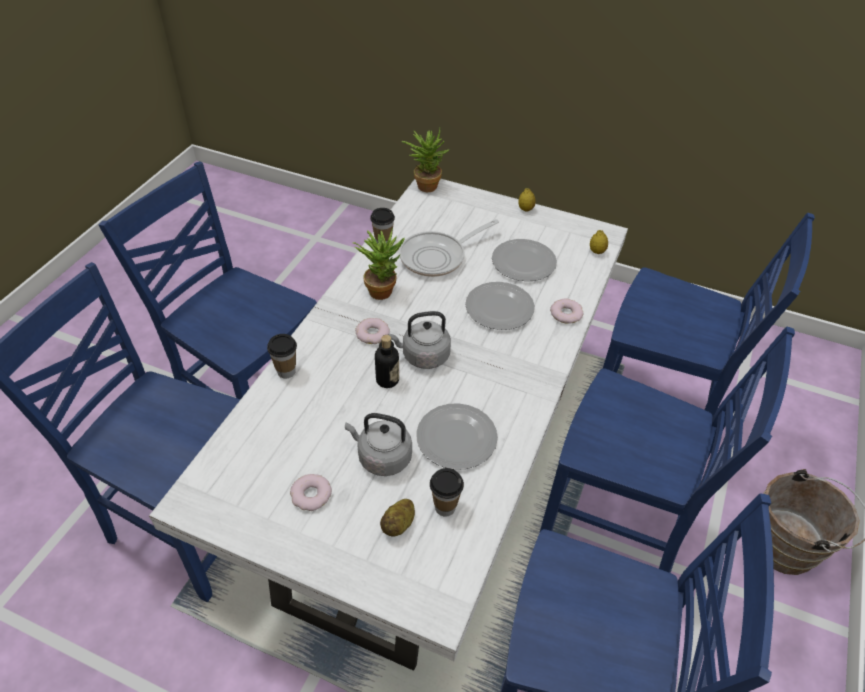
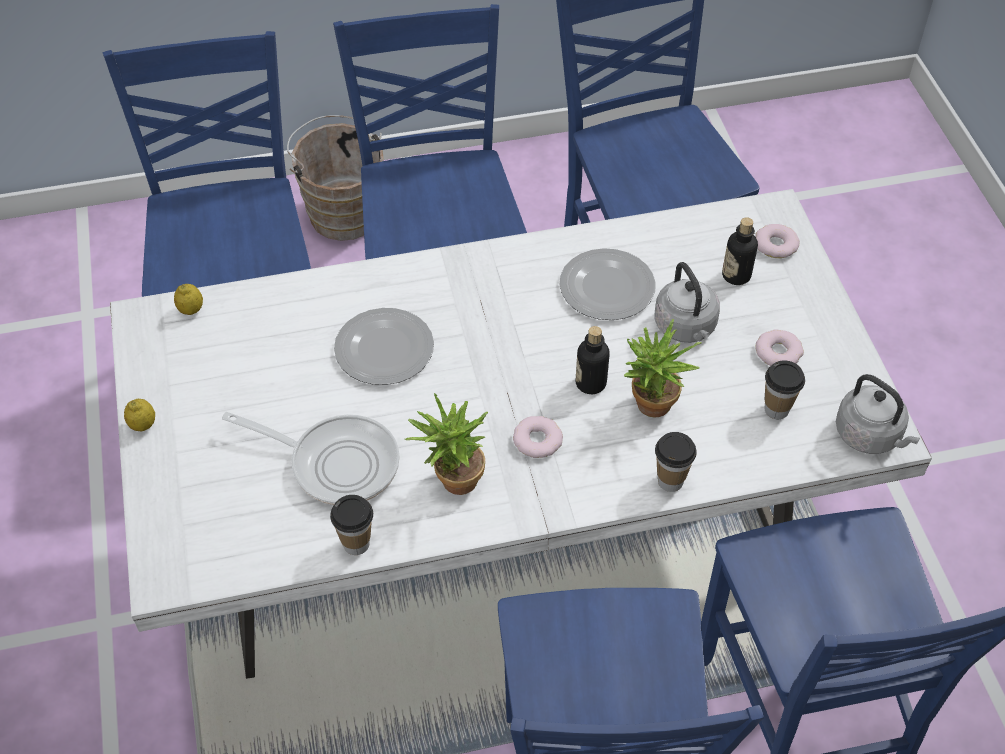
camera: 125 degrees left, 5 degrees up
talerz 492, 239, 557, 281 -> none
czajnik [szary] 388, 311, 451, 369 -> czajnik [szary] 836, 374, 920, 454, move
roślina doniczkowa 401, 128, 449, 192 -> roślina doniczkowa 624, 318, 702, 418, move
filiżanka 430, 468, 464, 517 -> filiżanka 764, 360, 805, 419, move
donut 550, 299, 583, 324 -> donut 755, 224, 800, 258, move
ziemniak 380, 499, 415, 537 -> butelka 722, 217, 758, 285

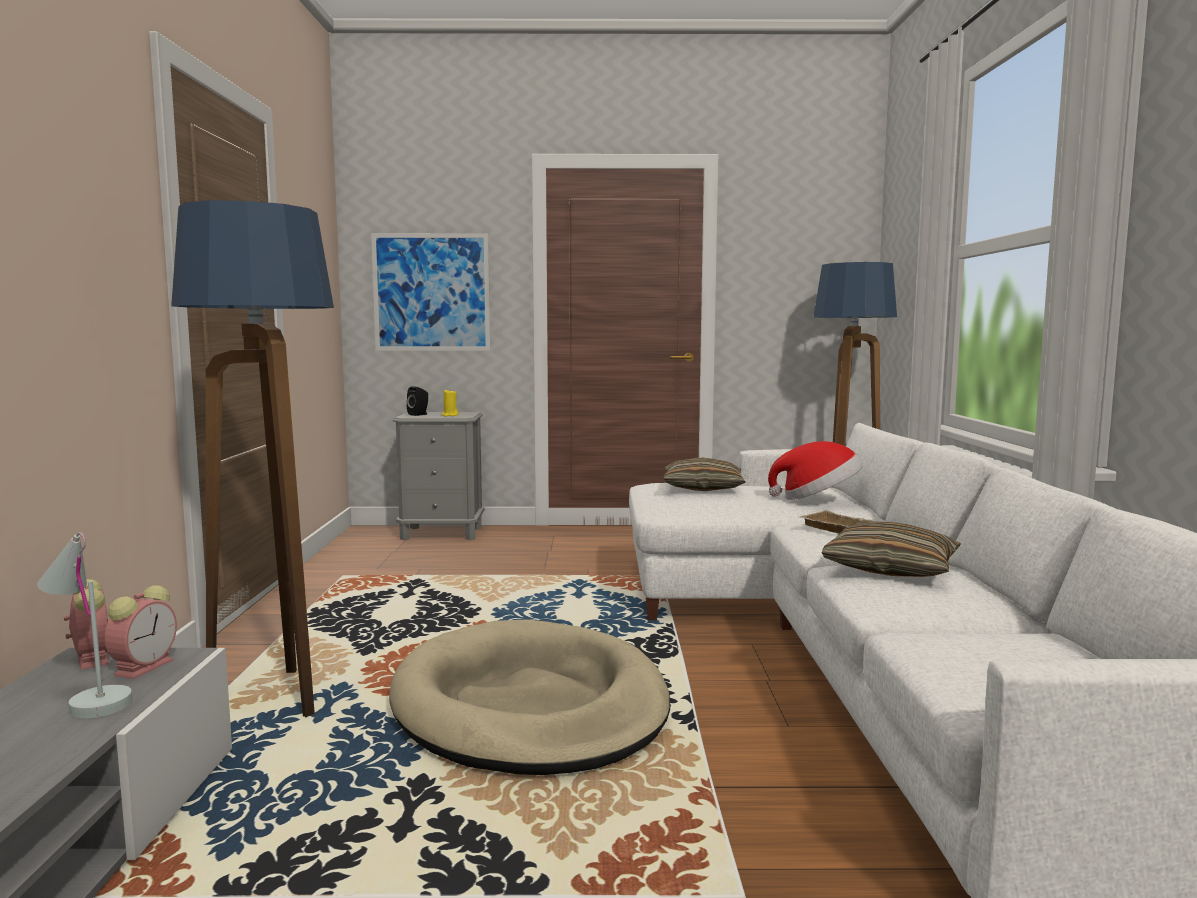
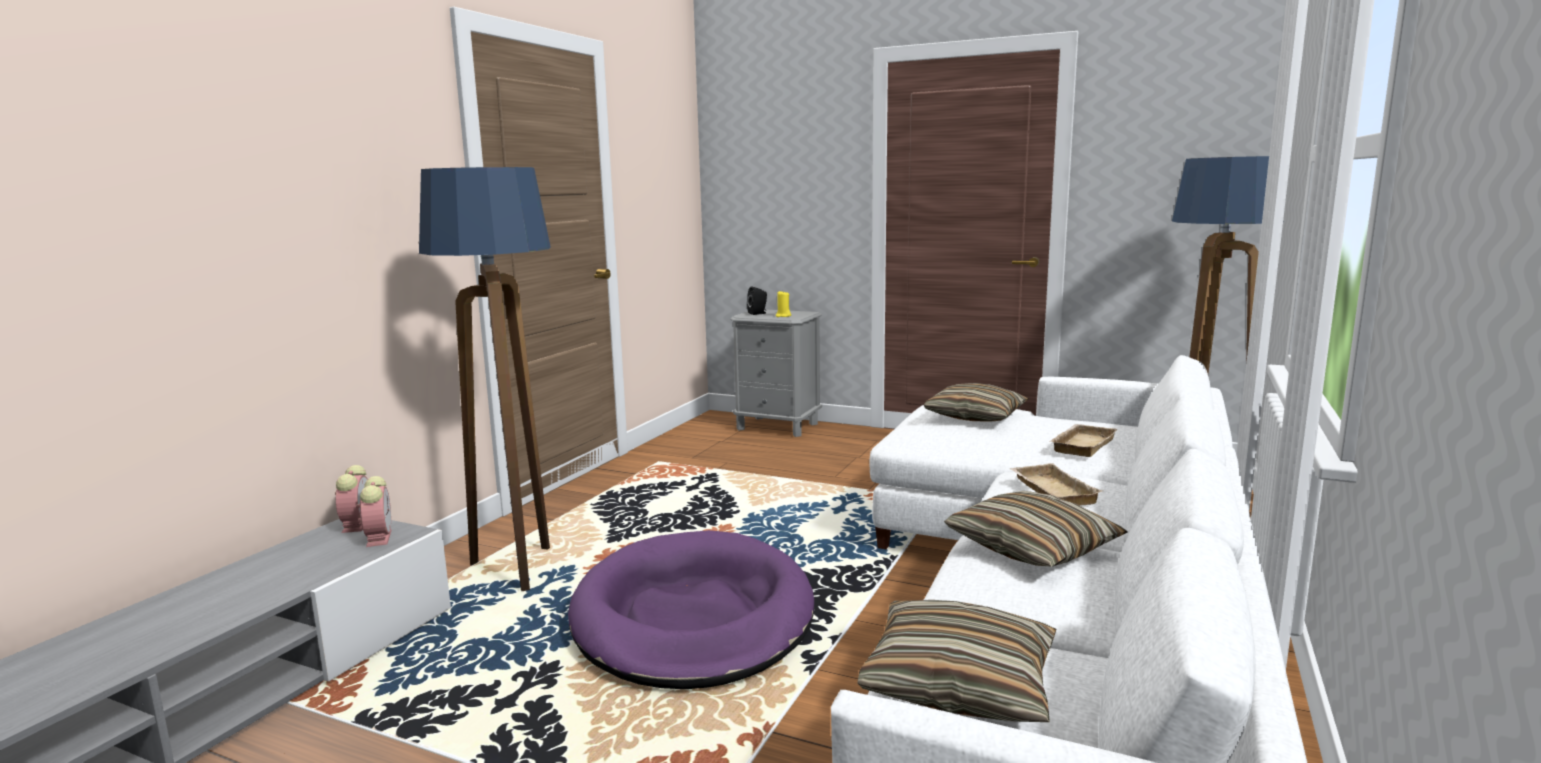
camera: 25 degrees right, 5 degrees up
lampa stołowa [biały] 37, 532, 132, 718 -> none
obraz 371, 233, 490, 351 -> none
none -> poduszka 857, 600, 1056, 722
kapelusz 768, 441, 863, 500 -> taca [beżowy] 1051, 424, 1117, 457
legowisko [beżowy] 389, 620, 670, 775 -> legowisko [fioletowy] 568, 530, 814, 689
budzik 105, 585, 177, 679 -> budzik 356, 476, 392, 547, 60 degrees counterclockwise

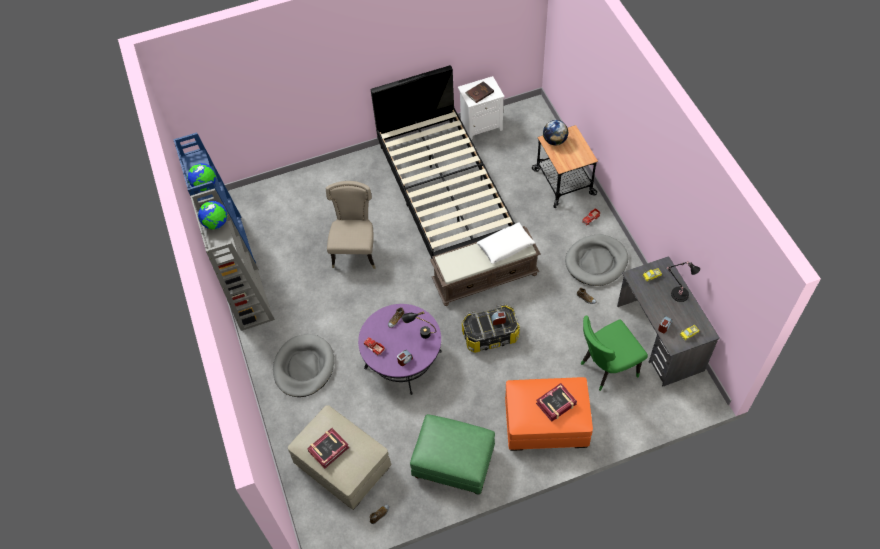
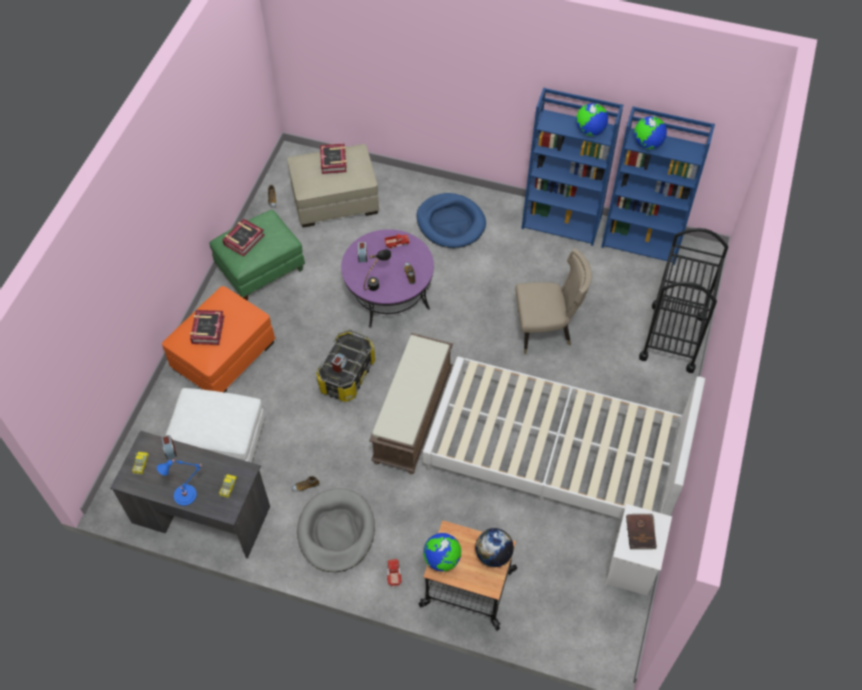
camera: 125 degrees right, 0 degrees up
poduszka [biały] 477, 223, 535, 264 -> none
none -> książka 223, 219, 265, 257
none -> globus 423, 533, 461, 571
none -> wózek [czarny] 639, 228, 728, 373
krzesło [zielony] 581, 316, 648, 391 -> pufa [biały] 165, 388, 266, 463
regał [szary] 190, 188, 275, 331 -> regał [niebieski] 521, 88, 623, 246
legowisko [szary] 273, 334, 334, 397 -> legowisko [niebieski] 416, 193, 486, 248
łóżko [czarny] 371, 65, 515, 259 -> łóżko [biały] 423, 357, 705, 519
lampa stołowa [czarny] 666, 261, 700, 302 -> lampa stołowa [niebieski] 157, 458, 202, 506
krzesło [beżowy] 326, 181, 376, 269 -> krzesło [beżowy] 515, 248, 592, 354, 45 degrees counterclockwise

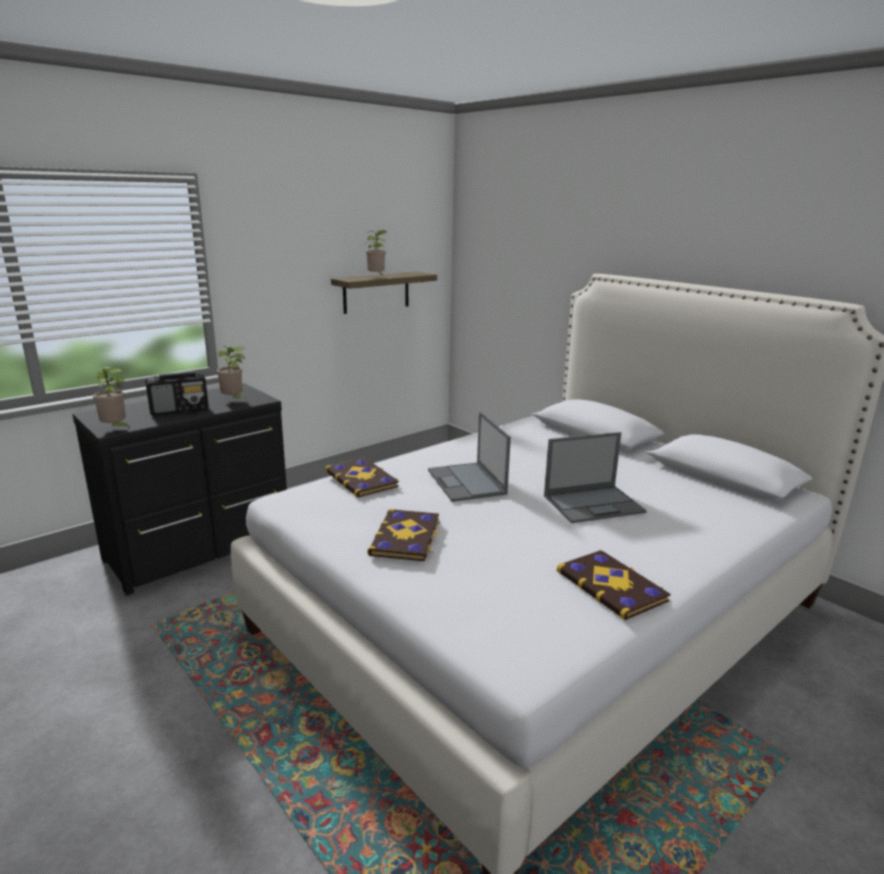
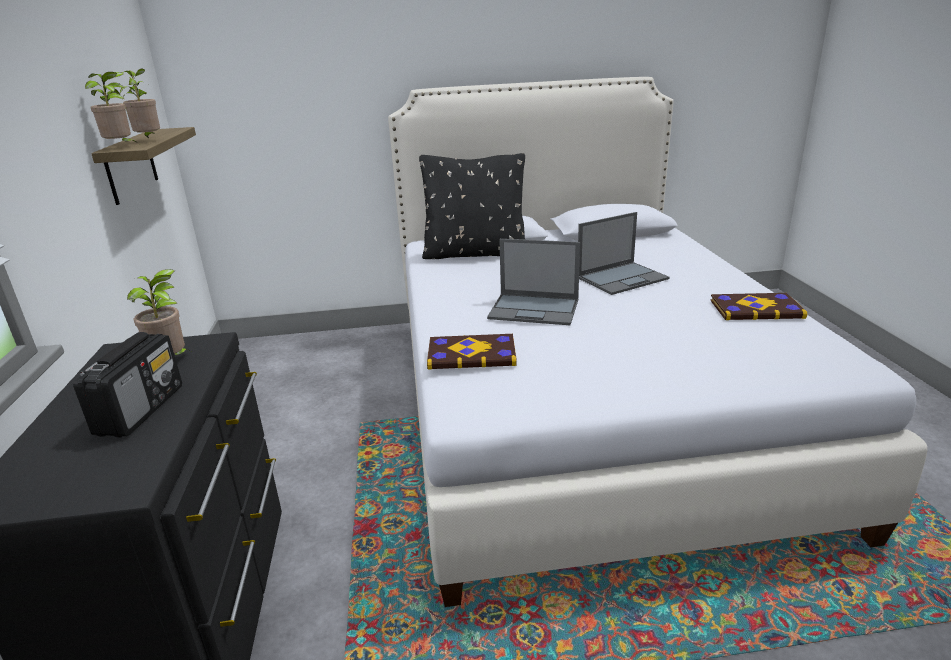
camera: 55 degrees left, 5 degrees up
książka 367, 509, 441, 561 -> none
none -> poduszka [czarny] 419, 153, 525, 259
roślina doniczkowa 93, 367, 130, 429 -> roślina doniczkowa 85, 72, 139, 144, move
laptop 544, 432, 647, 523 -> laptop 578, 212, 670, 295, 45 degrees clockwise

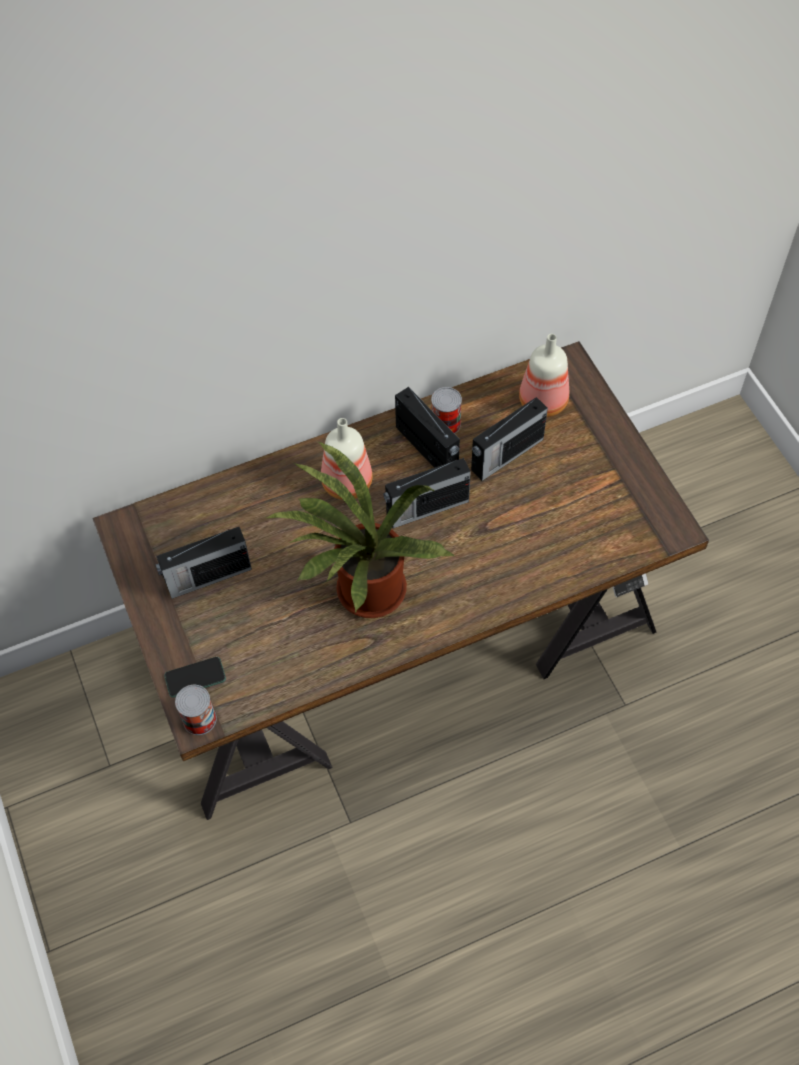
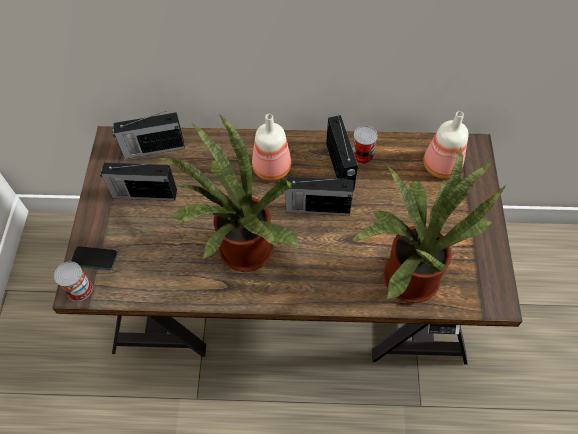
camera: 25 degrees right, 0 degrees up
none -> roślina doniczkowa 351, 146, 506, 303
radio 471, 397, 548, 481 -> radio 112, 111, 185, 159, move

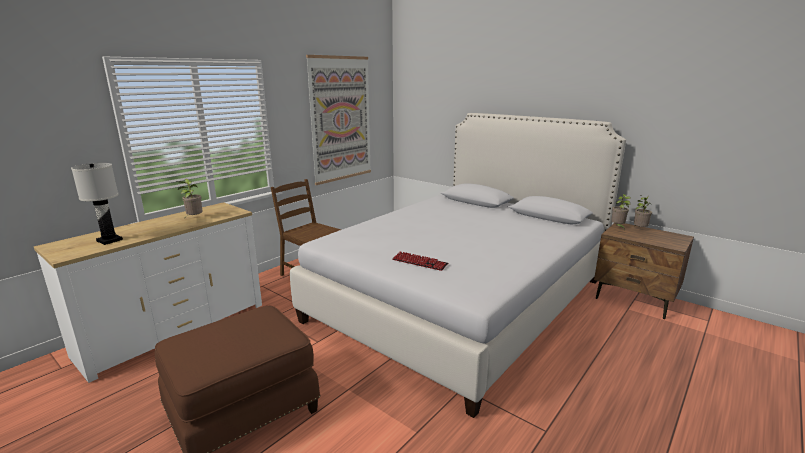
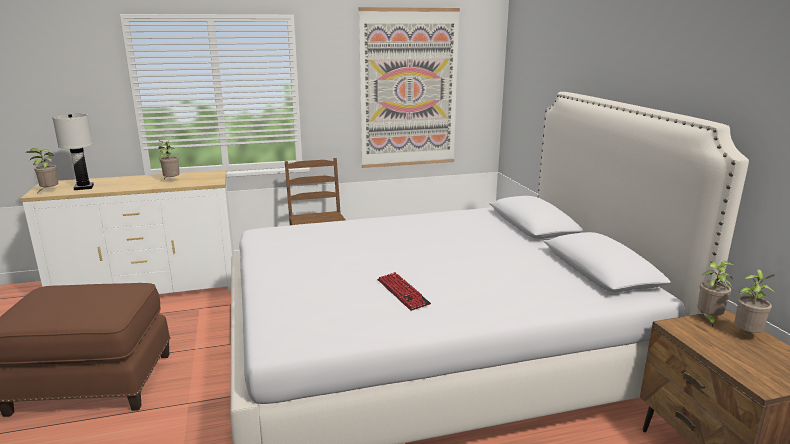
camera: 35 degrees right, 0 degrees up
none -> roślina doniczkowa 26, 148, 58, 192
klawiatura 392, 251, 448, 271 -> klawiatura 377, 272, 431, 311, move

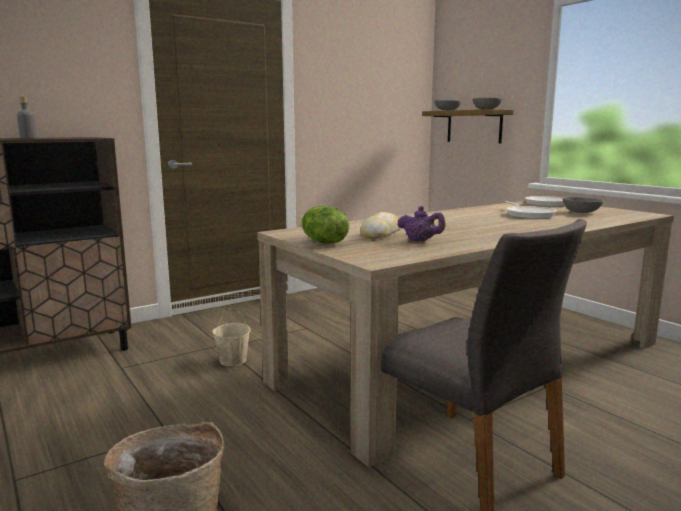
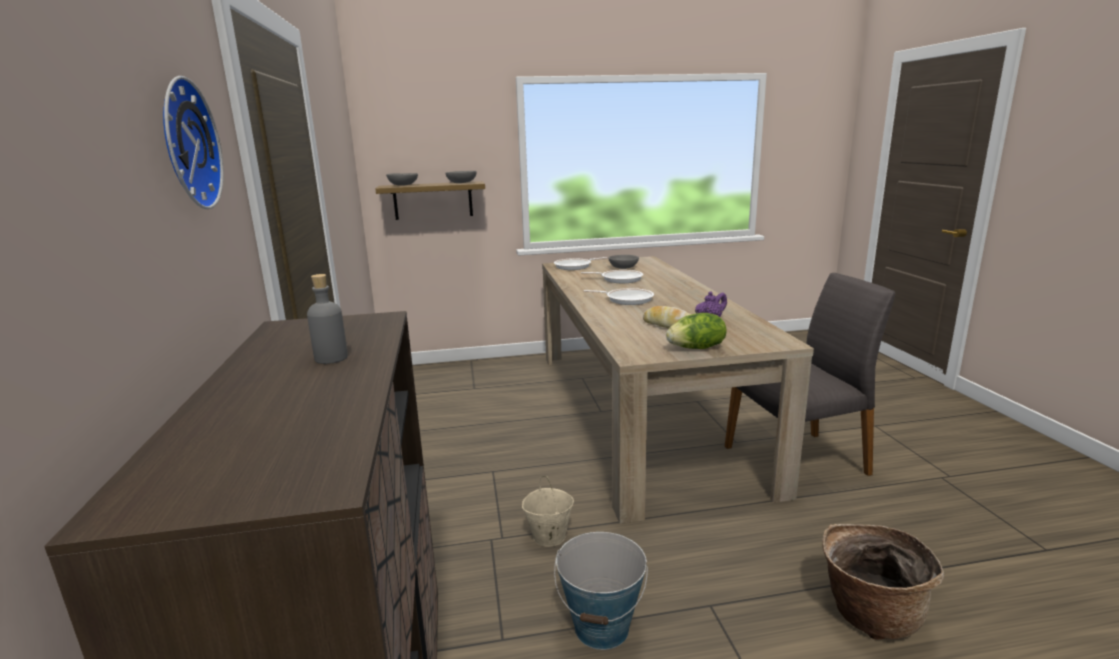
camera: 65 degrees left, 5 degrees up
none -> zegar ścienny 163, 76, 224, 209
none -> wiadro 554, 532, 648, 650
none -> patelnia 584, 288, 654, 305

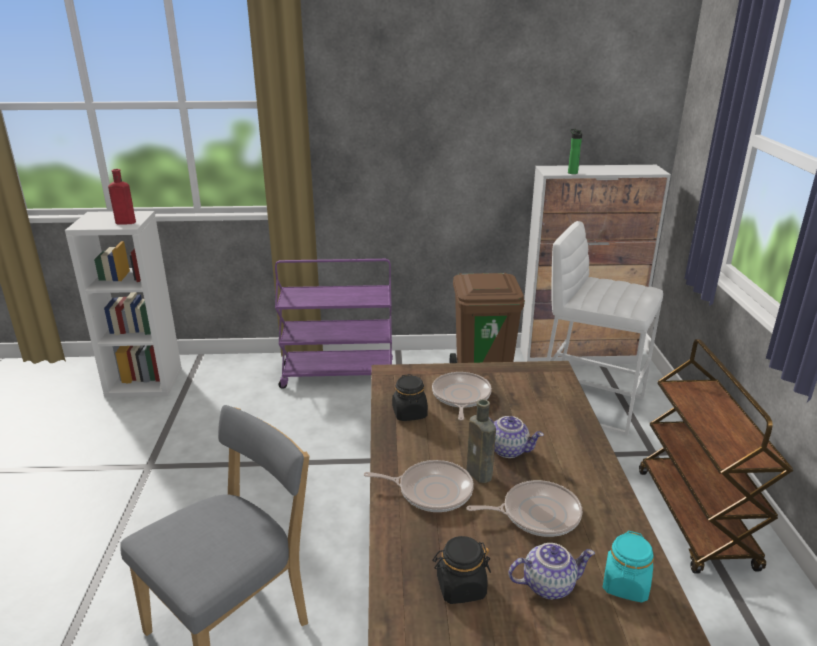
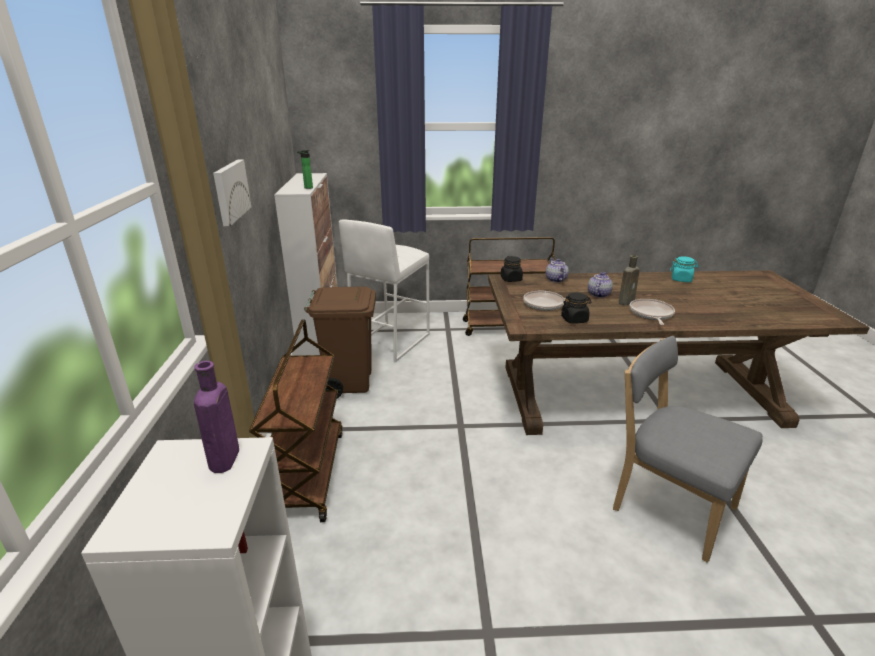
camera: 90 degrees left, 0 degrees up
patelnia 466, 480, 582, 537 -> none
none -> obraz 213, 160, 252, 226
słoik [czarny] 432, 536, 491, 604 -> słoik [czarny] 501, 256, 523, 282, move
imbryk 508, 543, 595, 599 -> imbryk 546, 259, 569, 283, move
butelka [czerwony] 108, 169, 136, 224 -> butelka [fioletowy] 194, 361, 239, 473
wózek [fioletowy] 275, 259, 393, 389 -> wózek [brązowy] 249, 320, 342, 522

